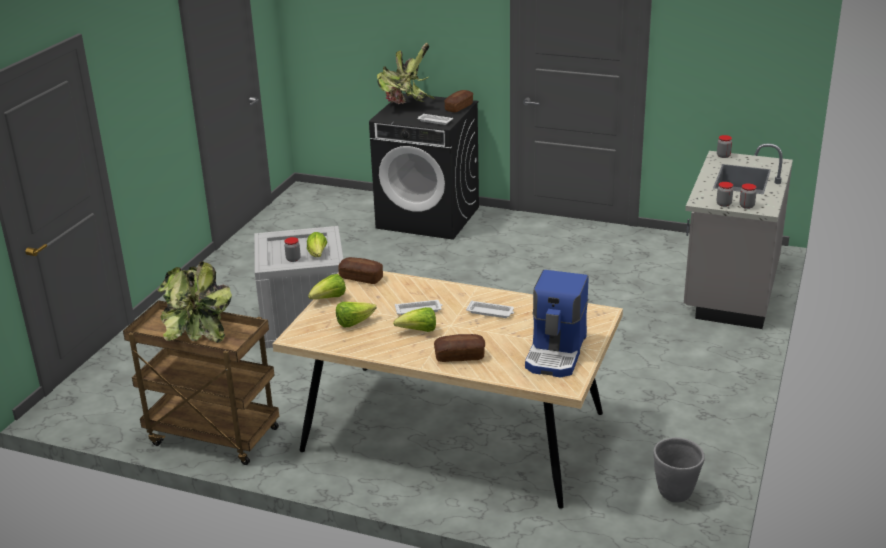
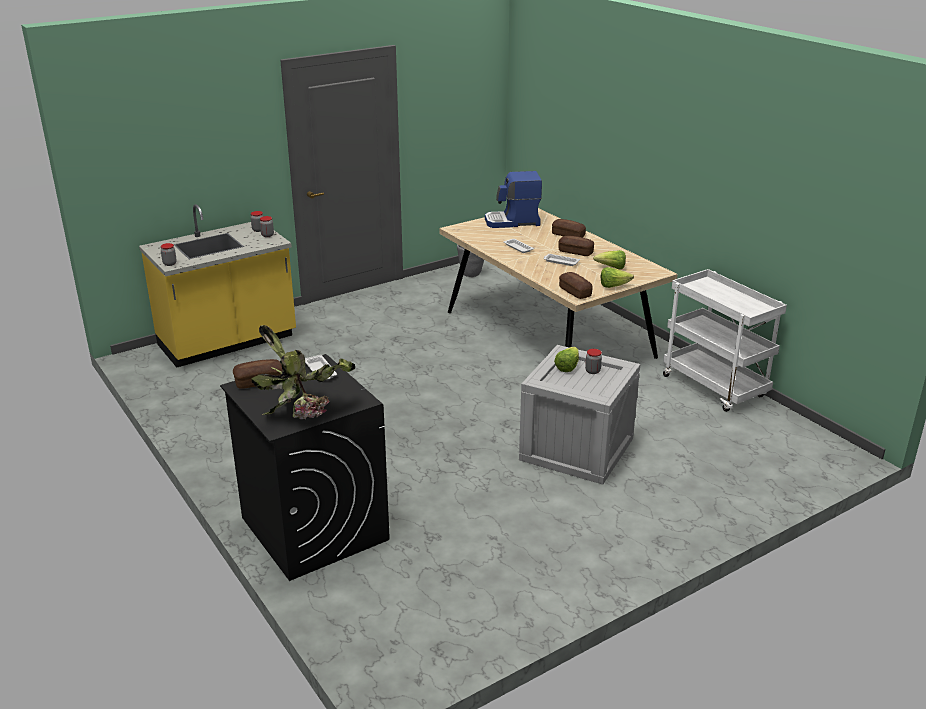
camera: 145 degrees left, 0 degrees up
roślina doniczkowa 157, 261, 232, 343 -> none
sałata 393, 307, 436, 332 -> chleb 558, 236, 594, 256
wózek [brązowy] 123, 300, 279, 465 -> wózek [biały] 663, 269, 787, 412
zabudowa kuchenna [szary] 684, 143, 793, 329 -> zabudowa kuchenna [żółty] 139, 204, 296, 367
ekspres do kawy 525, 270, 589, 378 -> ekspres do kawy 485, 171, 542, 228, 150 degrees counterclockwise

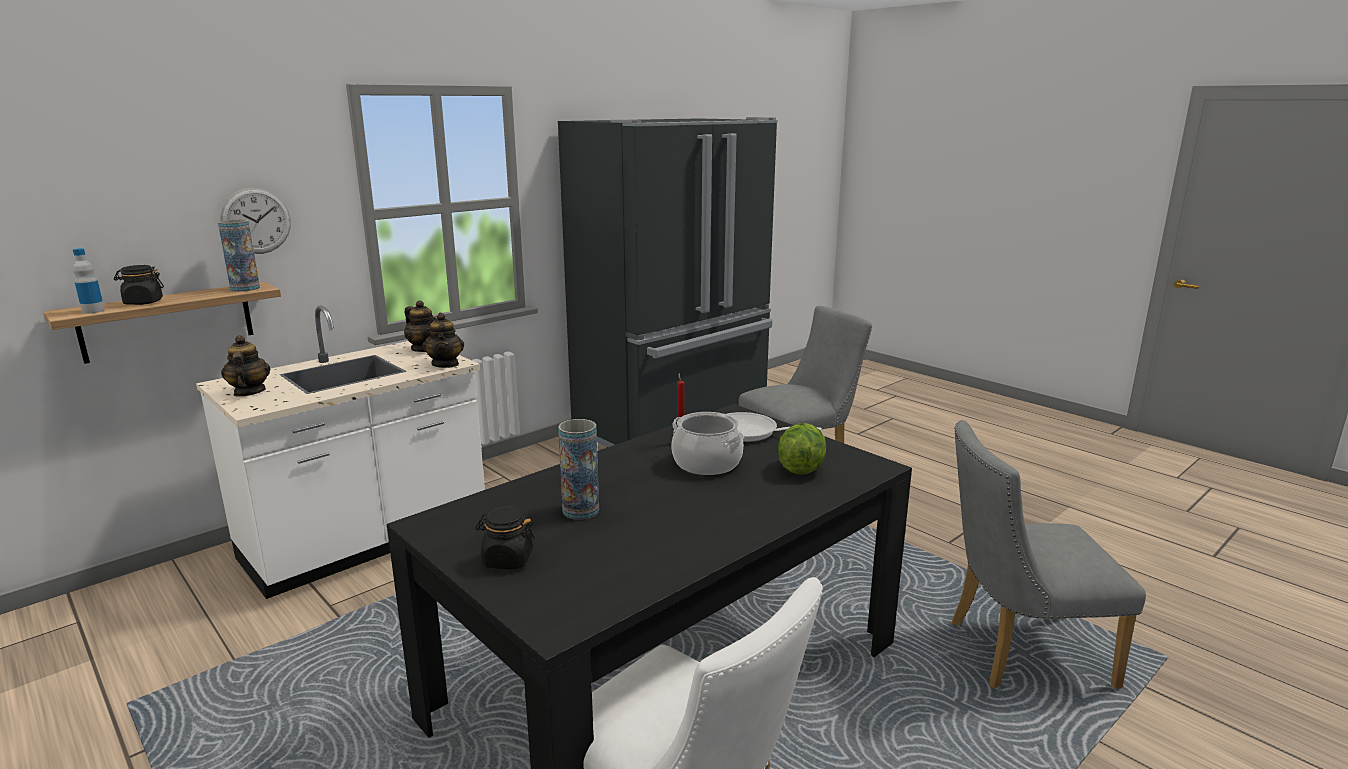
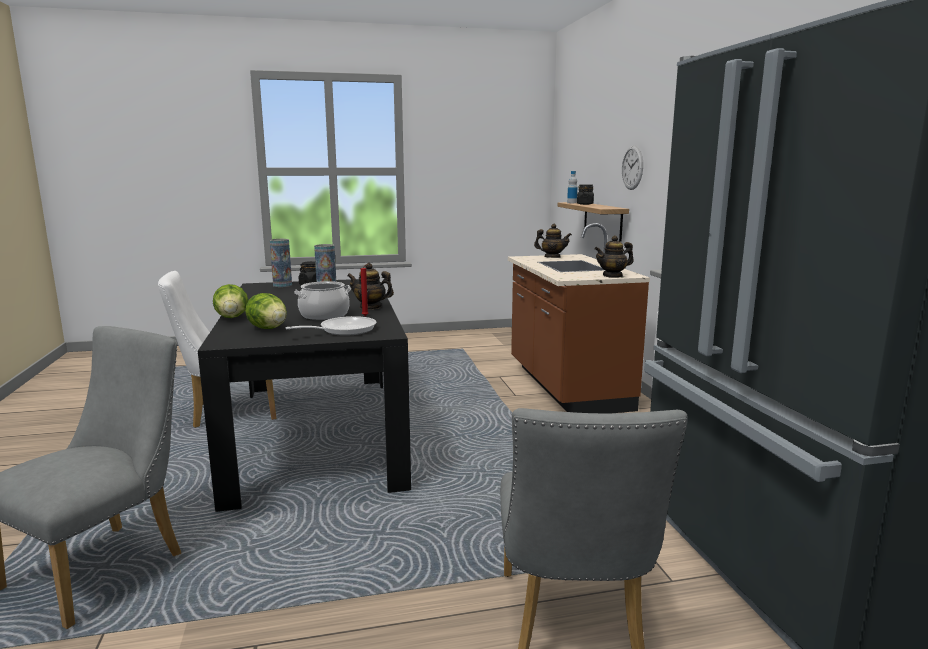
camera: 120 degrees right, 5 degrees down
none -> sałata 213, 284, 248, 318
wazon 218, 219, 260, 292 -> wazon 270, 239, 292, 287, move
imbryk 423, 313, 464, 368 -> imbryk 347, 263, 394, 310, move
zabudowa kuchenna [biały] 196, 305, 485, 599 -> zabudowa kuchenna [brązowy] 508, 223, 650, 413

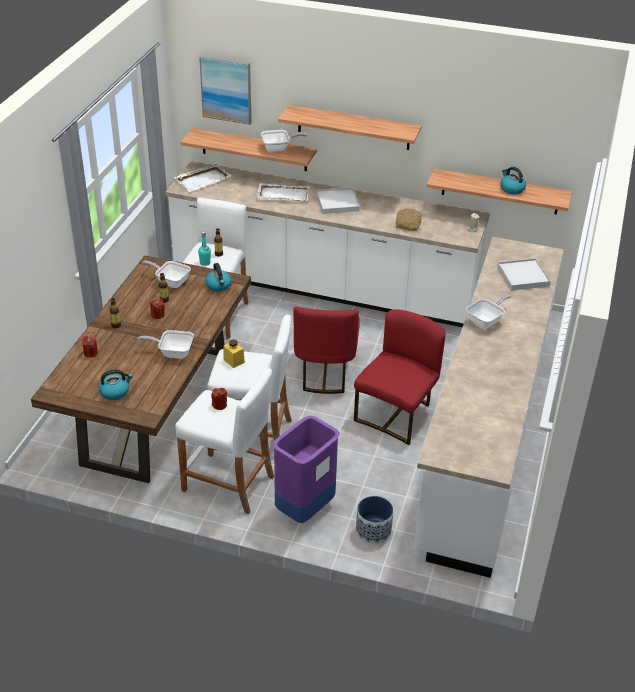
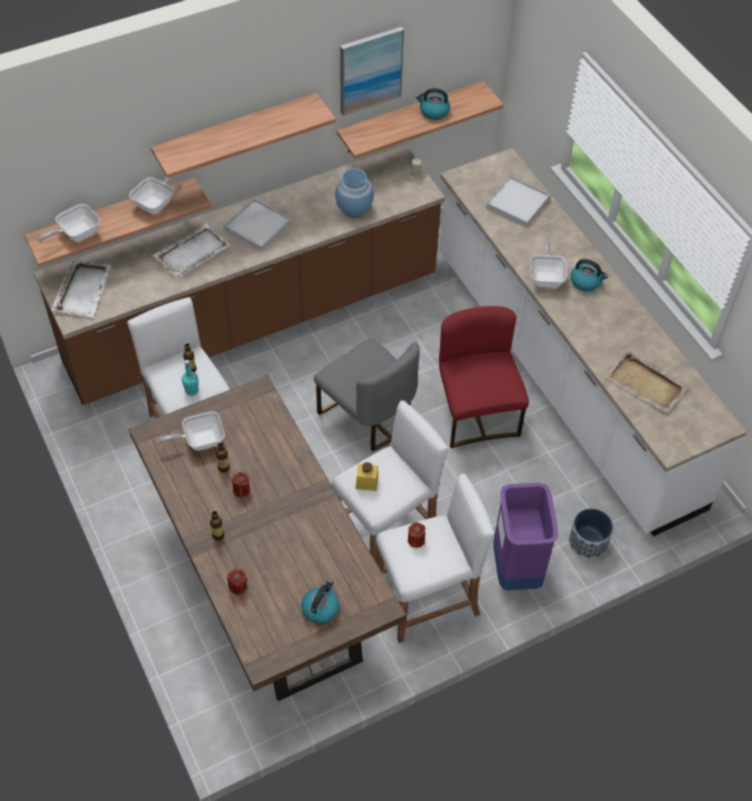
camera: 45 degrees left, 15 degrees up
none -> taca [beżowy] 604, 349, 690, 413
patelnia 138, 330, 194, 359 -> patelnia 37, 204, 100, 242, move
obraz 199, 56, 252, 125 -> obraz 340, 27, 404, 116, move
czajnik 205, 263, 232, 292 -> czajnik 571, 259, 608, 291, move
chleb 396, 209, 422, 231 -> wazon [niebieski] 335, 168, 374, 218
zabudowa kuchenna [biały] 165, 161, 490, 327 -> zabudowa kuchenna [brązowy] 34, 145, 445, 405
krzesło [czerwony] 293, 307, 360, 394 -> krzesło [szary] 314, 338, 419, 451

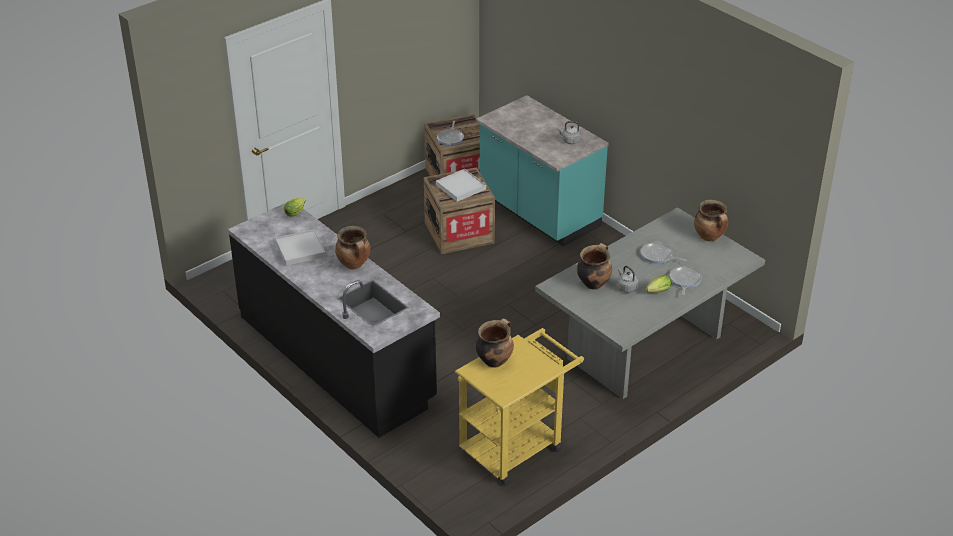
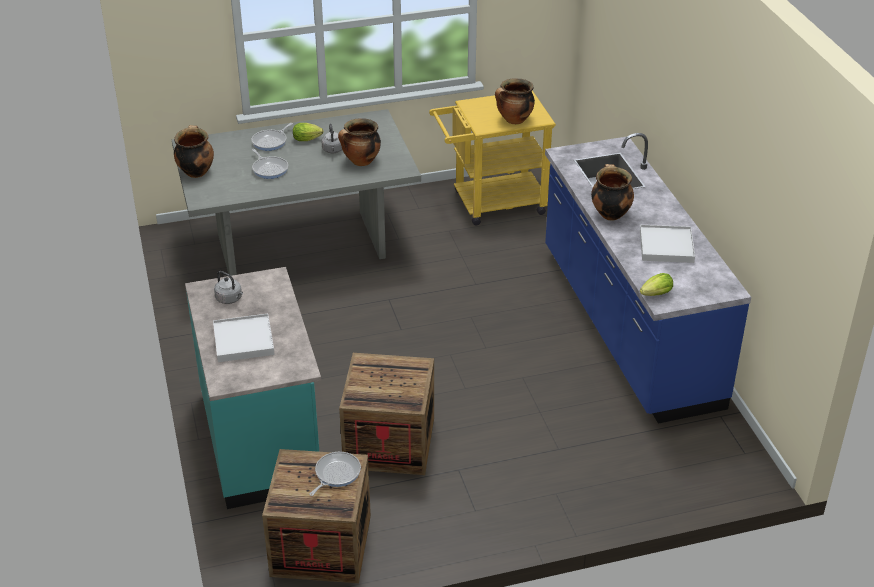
camera: 155 degrees left, 0 degrees up
taca [biały] 436, 169, 486, 202 -> taca [biały] 213, 314, 275, 362, move
zabudowa kuchenna [czarny] 228, 202, 440, 438 -> zabudowa kuchenna [niebieski] 545, 133, 751, 424

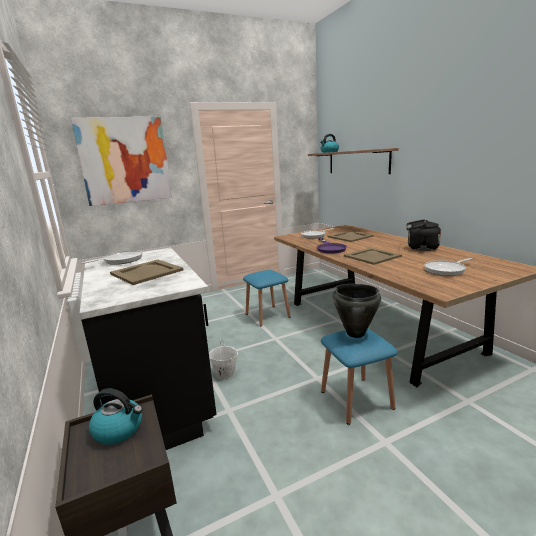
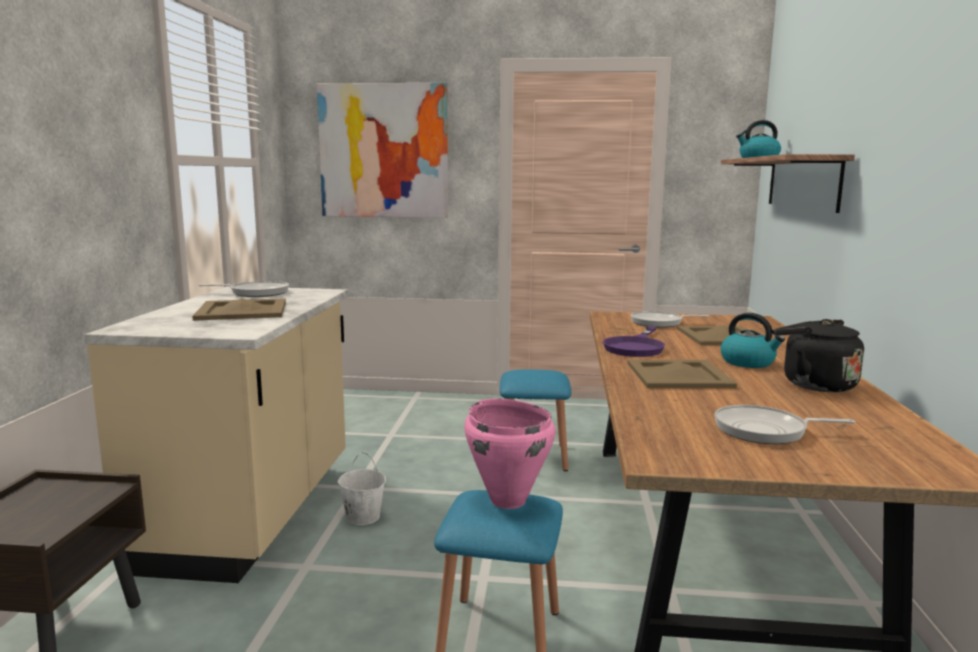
camera: 30 degrees right, 5 degrees down
czajnik 89, 389, 143, 445 -> czajnik 721, 313, 785, 368, move
zabudowa kuchenna [czarny] 80, 248, 217, 450 -> zabudowa kuchenna [beżowy] 85, 286, 348, 583
garnek [czarny] 333, 284, 381, 338 -> garnek [różowy] 464, 399, 555, 509

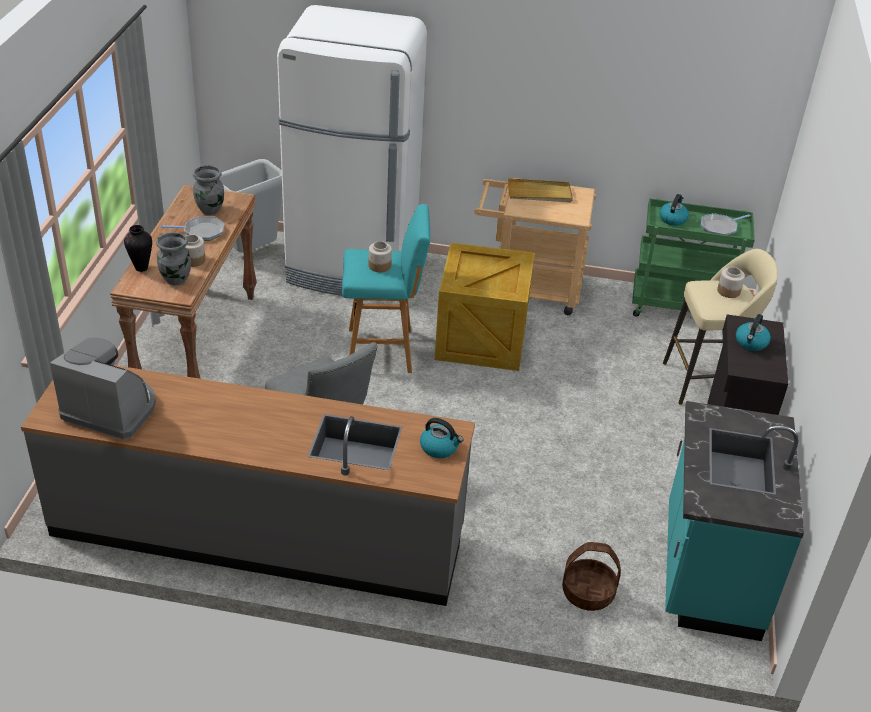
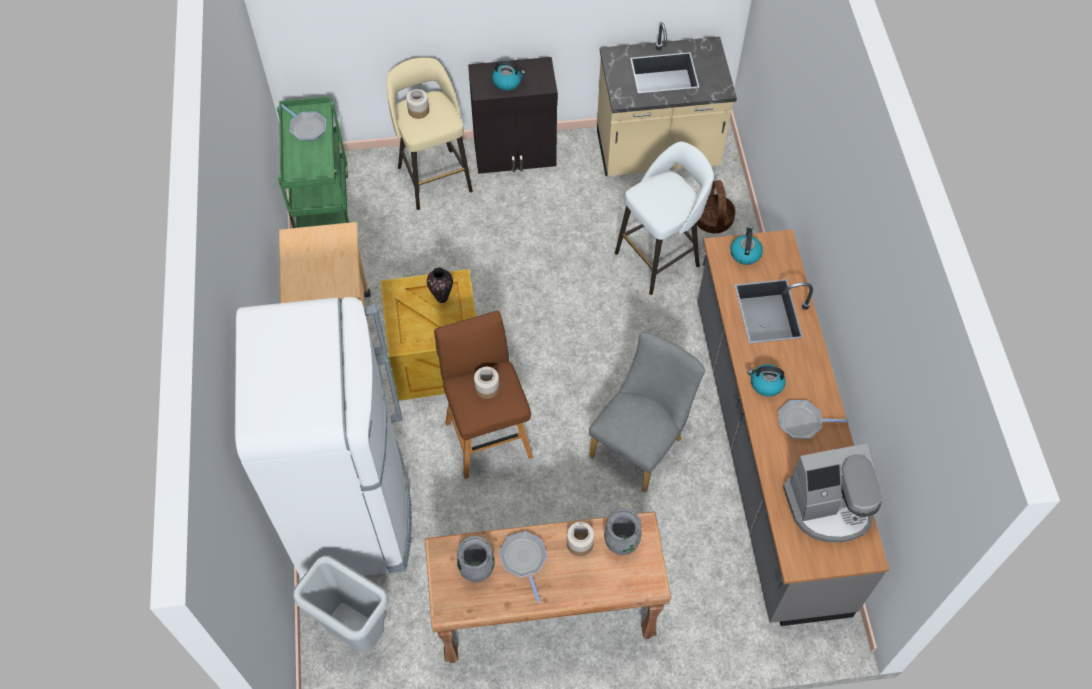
camera: 105 degrees left, 20 degrees up
taca [beżowy] 508, 178, 573, 202 -> none
none -> stołek [biały] 615, 142, 714, 295
none -> patelnia 779, 400, 849, 439
wazon 124, 225, 152, 272 -> wazon 427, 268, 453, 303, move
czajnik 659, 194, 689, 226 -> czajnik 747, 364, 786, 397, move
stołek [turkusowy] 342, 204, 430, 373 -> stołek [brązowy] 434, 311, 533, 479
zabudowa kuchenna [turkusowy] 665, 401, 804, 641 -> zabudowa kuchenna [beżowy] 597, 23, 737, 176
ekspres do kawy 50, 337, 156, 440 -> ekspres do kawy 783, 443, 882, 543, 105 degrees counterclockwise

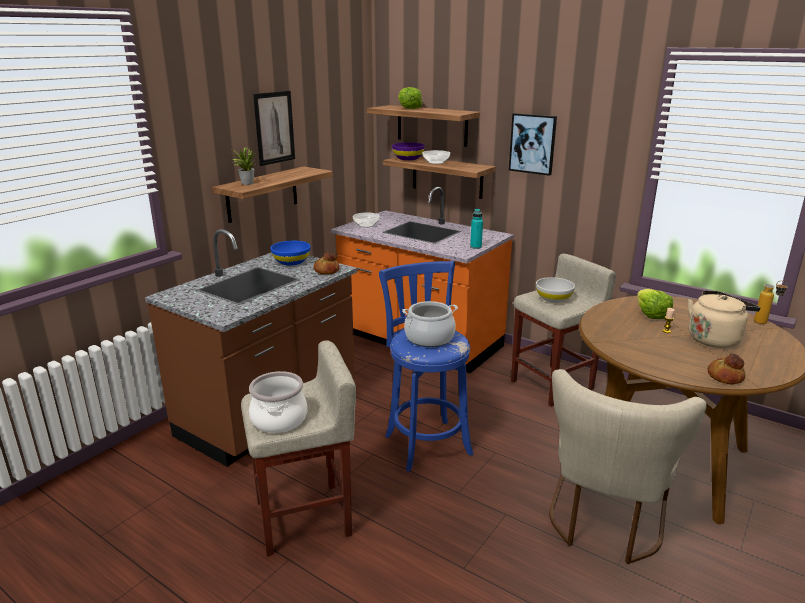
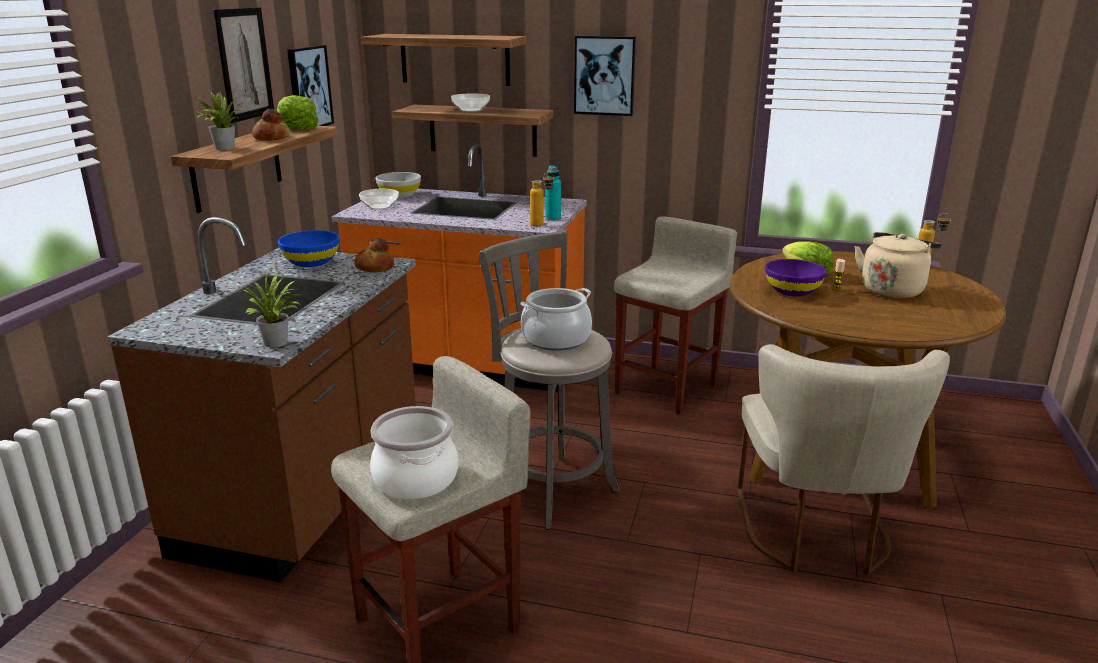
camera: 20 degrees left, 0 degrees up
none -> roślina doniczkowa 234, 275, 300, 348
none -> obraz 287, 45, 334, 126
none -> butelka 530, 172, 554, 226
miska [fioletowy] 392, 142, 425, 160 -> miska [fioletowy] 765, 259, 826, 296, move
sałata 398, 87, 423, 109 -> sałata 277, 95, 319, 130, move
miska [biały] 536, 277, 575, 303 -> miska [biały] 376, 172, 421, 198, move
chleb 708, 353, 745, 385 -> chleb 252, 109, 290, 141, move
stołek [niebieski] 379, 260, 473, 472 -> stołek [szary] 478, 230, 619, 530

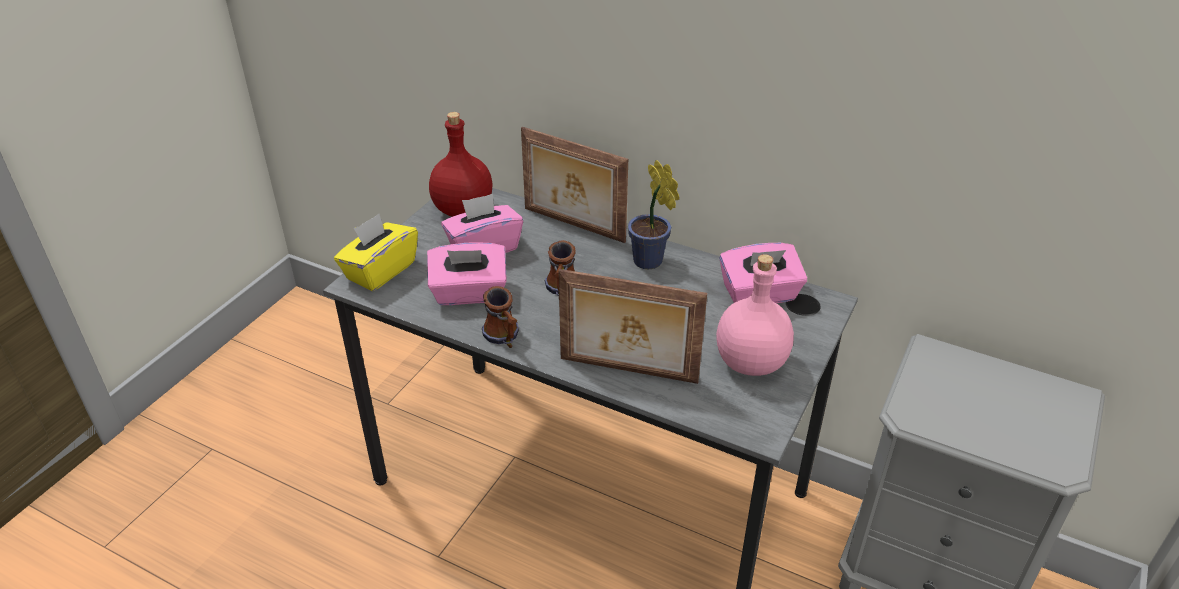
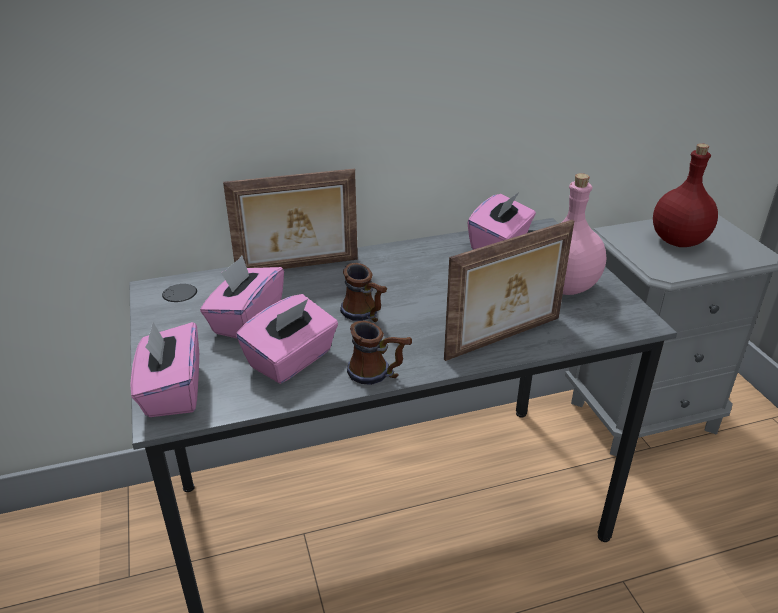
camera: 45 degrees left, 5 degrees down
roślina doniczkowa 628, 160, 679, 269 -> none
butelka [czerwony] 429, 112, 493, 217 -> butelka [czerwony] 653, 143, 718, 247, move
pudełko chusteczek [żółty] 334, 214, 418, 291 -> pudełko chusteczek [różowy] 130, 321, 199, 417

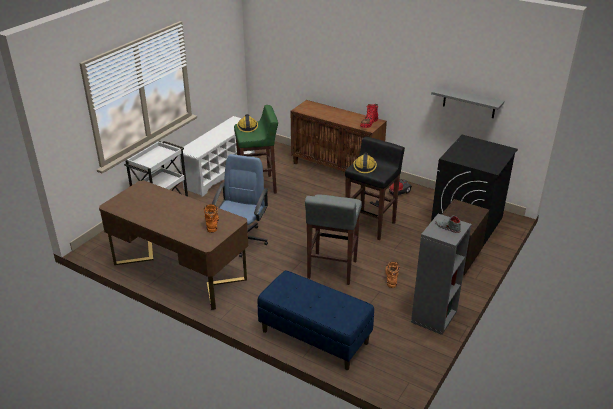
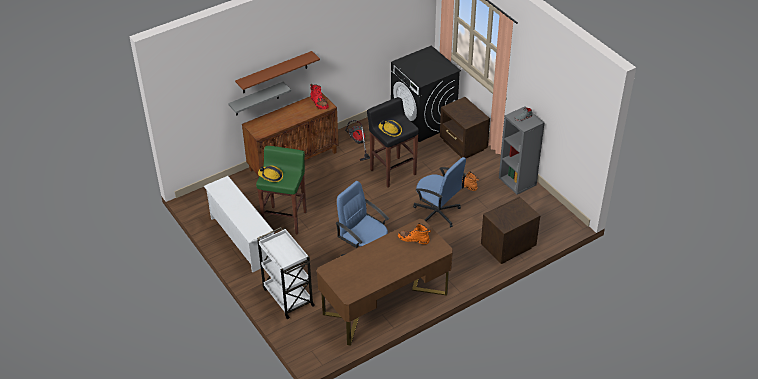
camera: 65 degrees left, 10 degrees up
none -> półka [brązowy] 235, 51, 320, 93
półka [szary] 431, 86, 504, 118 -> półka [szary] 228, 82, 291, 115, move
ławka [niebieski] 257, 270, 374, 370 -> szafka nocna [brązowy] 481, 196, 540, 264
stołek [szary] 305, 194, 362, 285 -> krzesło biurowe [niebieski] 413, 157, 466, 227

